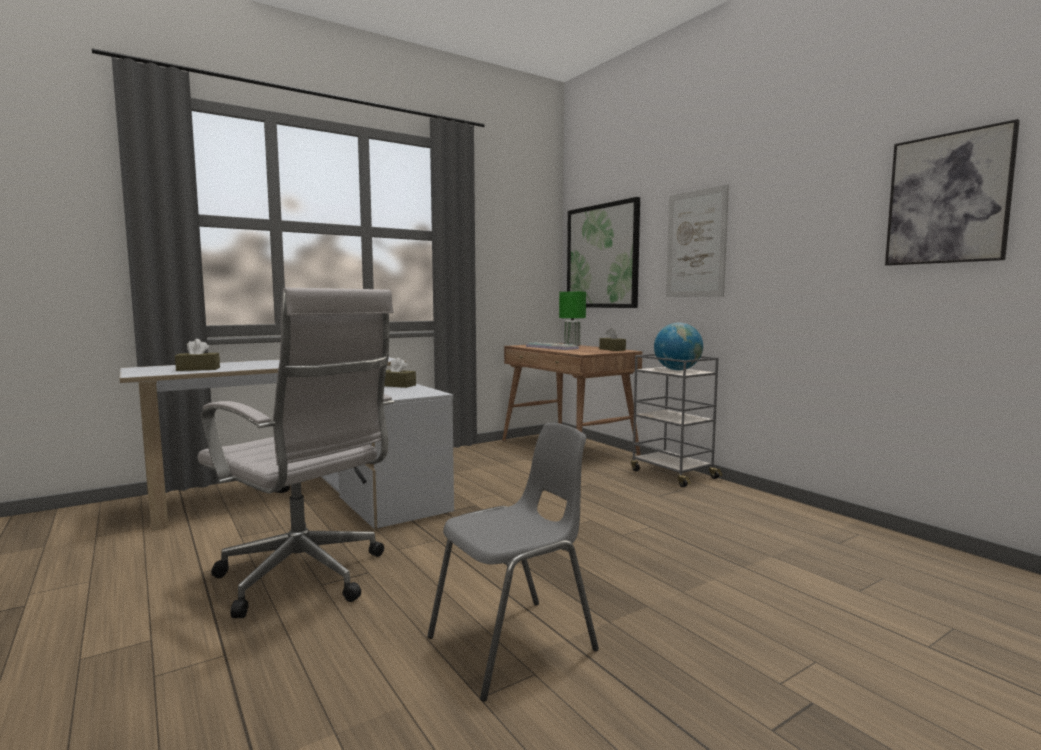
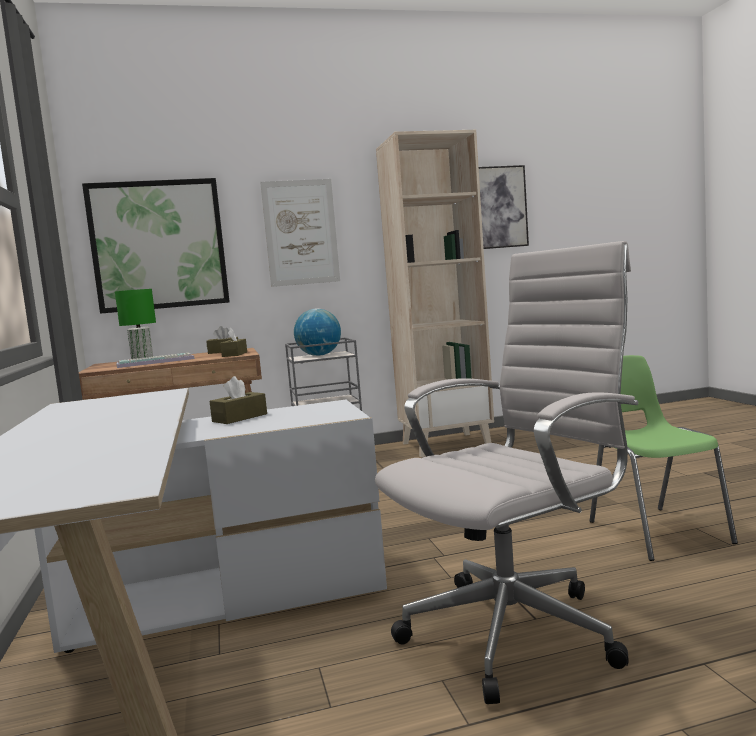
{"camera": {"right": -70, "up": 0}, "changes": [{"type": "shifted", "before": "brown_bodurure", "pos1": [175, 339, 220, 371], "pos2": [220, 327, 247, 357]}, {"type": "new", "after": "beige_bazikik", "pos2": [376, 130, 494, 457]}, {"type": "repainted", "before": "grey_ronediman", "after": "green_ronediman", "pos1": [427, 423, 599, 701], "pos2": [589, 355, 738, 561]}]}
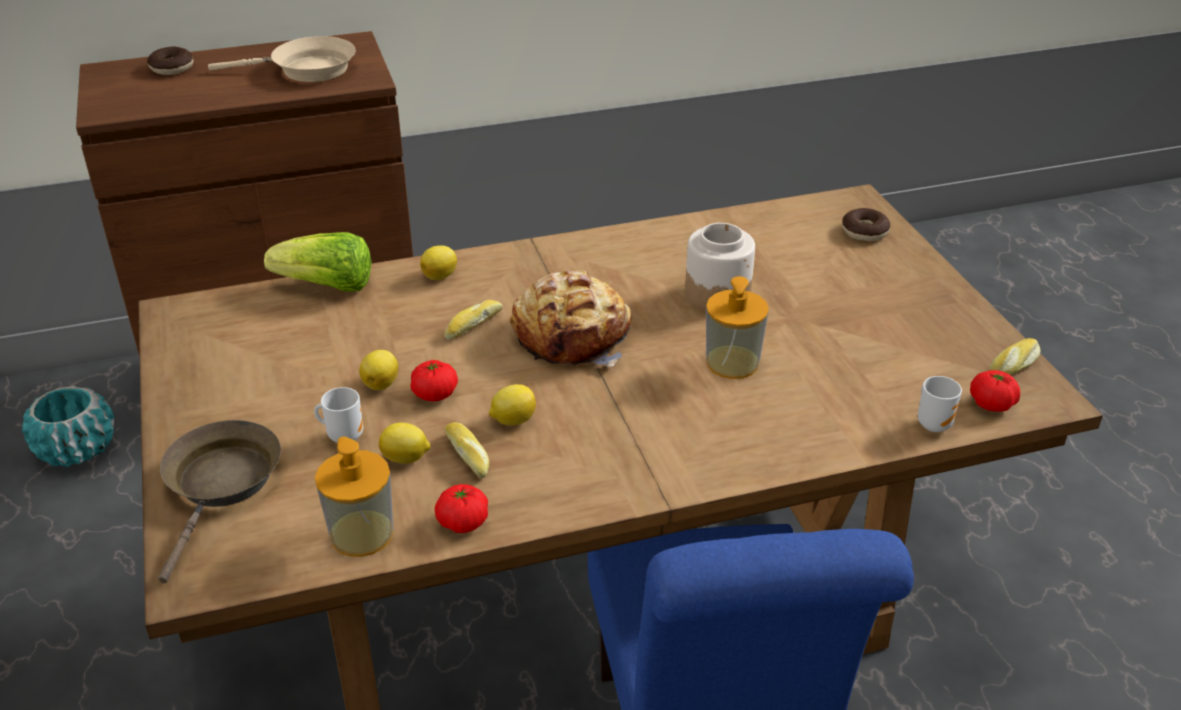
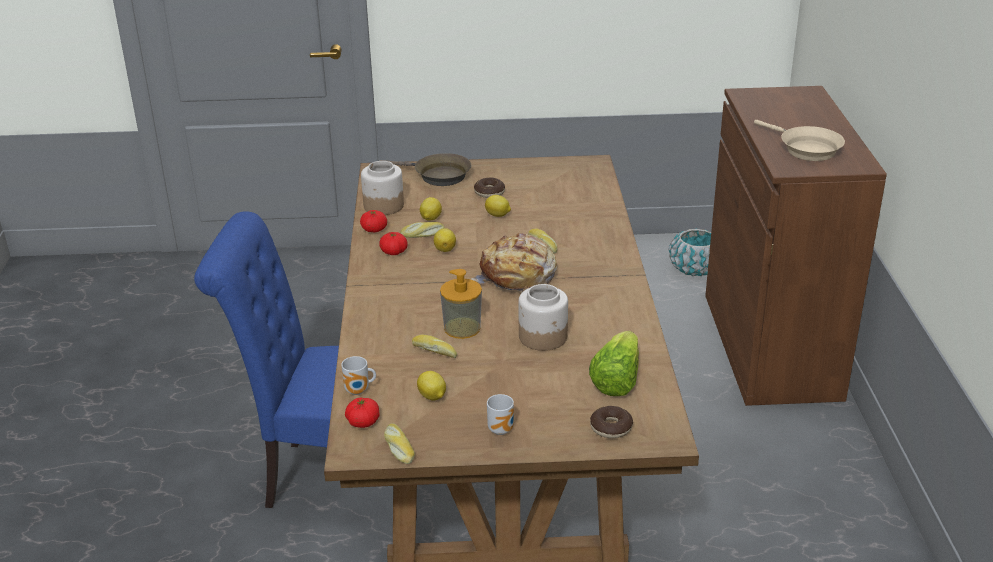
{"camera": {"right": 105, "up": -5}, "changes": [{"type": "swapped", "before": "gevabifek", "after": "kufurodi", "pos1": [315, 437, 394, 557], "pos2": [361, 161, 404, 215]}, {"type": "shifted", "before": "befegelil", "pos1": [411, 360, 458, 402], "pos2": [379, 232, 407, 255]}, {"type": "new", "after": "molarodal", "pos2": [412, 334, 457, 358]}, {"type": "shifted", "before": "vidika", "pos1": [420, 245, 457, 280], "pos2": [417, 371, 446, 400]}, {"type": "shifted", "before": "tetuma", "pos1": [147, 47, 193, 75], "pos2": [474, 178, 505, 198]}, {"type": "shifted", "before": "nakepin", "pos1": [314, 387, 363, 443], "pos2": [487, 394, 514, 435]}, {"type": "shifted", "before": "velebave", "pos1": [264, 232, 372, 292], "pos2": [589, 331, 639, 396]}, {"type": "rotated", "before": "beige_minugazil", "pos1": [208, 36, 355, 82], "pos2": [754, 120, 845, 161], "turn": -45}]}
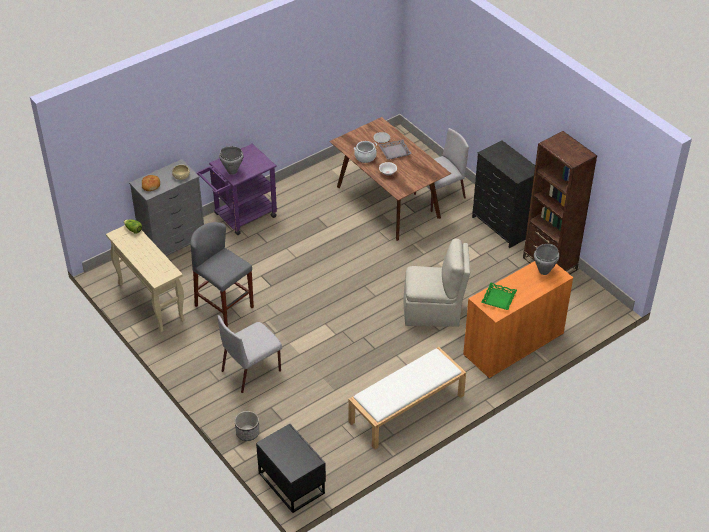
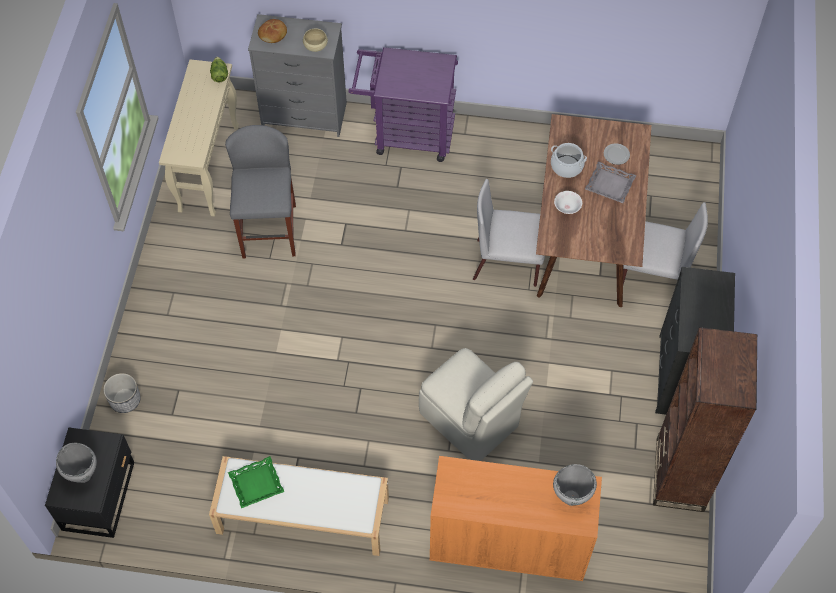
{"camera": {"right": 45, "up": 15}, "changes": [{"type": "shifted", "before": "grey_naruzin", "pos1": [219, 146, 244, 175], "pos2": [56, 443, 97, 483]}, {"type": "shifted", "before": "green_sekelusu", "pos1": [481, 282, 517, 310], "pos2": [228, 456, 284, 508]}, {"type": "shifted", "before": "grey_ronediman", "pos1": [218, 315, 282, 393], "pos2": [473, 179, 545, 287]}]}
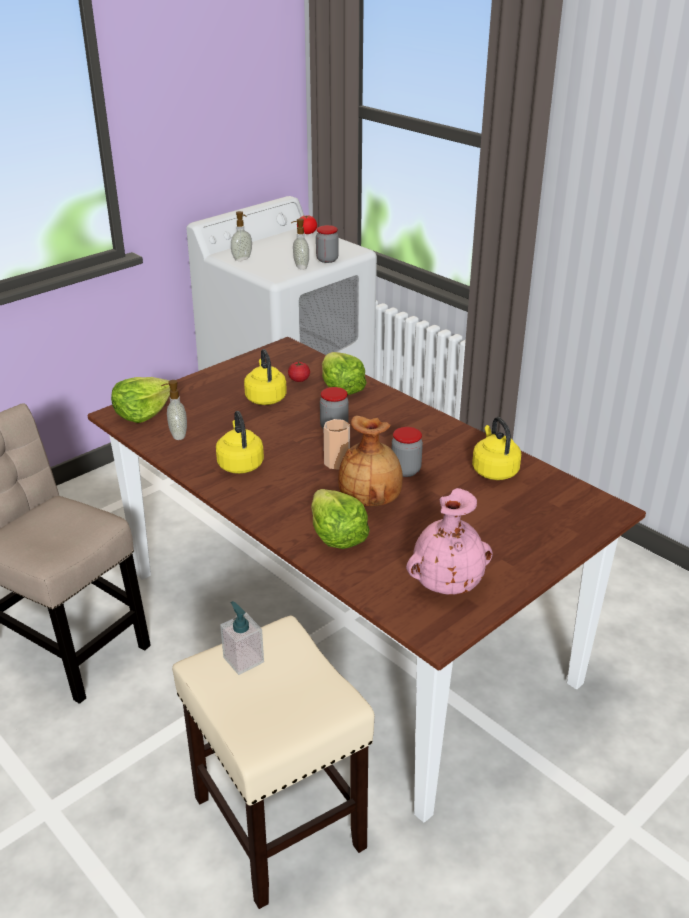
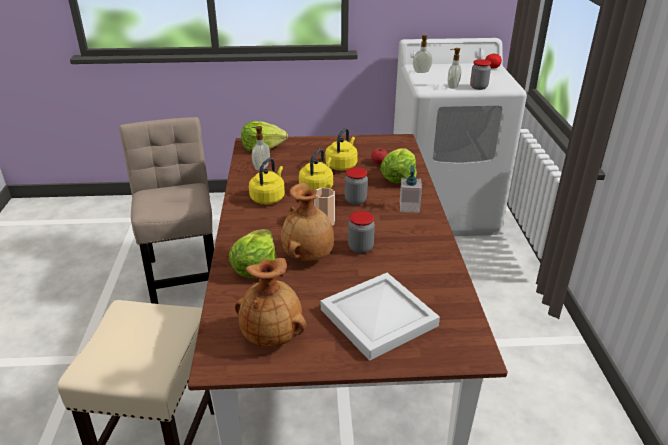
{"camera": {"right": 40, "up": 0}, "changes": [{"type": "repainted", "before": "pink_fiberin", "after": "brown_fiberin", "pos1": [406, 488, 493, 595], "pos2": [235, 258, 307, 347]}, {"type": "shifted", "before": "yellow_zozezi", "pos1": [472, 417, 521, 480], "pos2": [299, 149, 333, 190]}, {"type": "new", "after": "white_sekelusu", "pos2": [321, 273, 440, 361]}, {"type": "shifted", "before": "gevabifek", "pos1": [220, 601, 264, 675], "pos2": [400, 165, 422, 213]}]}
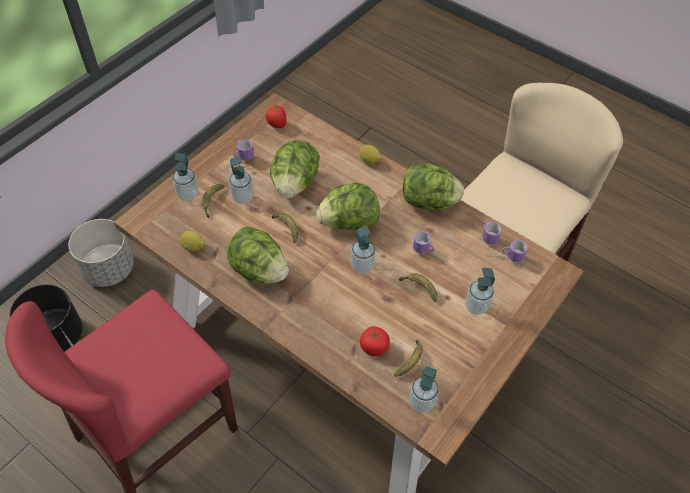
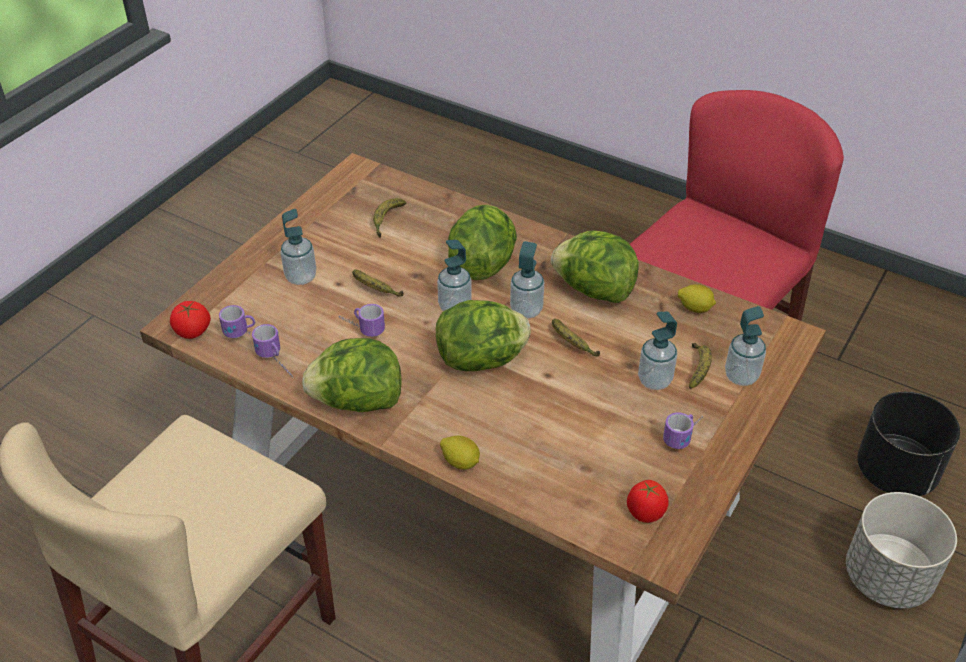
{"camera": {"right": 175, "up": -10}, "changes": [{"type": "shifted", "before": "befegelil", "pos1": [360, 326, 390, 356], "pos2": [170, 301, 211, 339]}, {"type": "shifted", "before": "velebave", "pos1": [270, 140, 320, 198], "pos2": [448, 204, 517, 280]}, {"type": "shifted", "before": "gevabifek", "pos1": [409, 366, 439, 413], "pos2": [510, 241, 544, 319]}]}
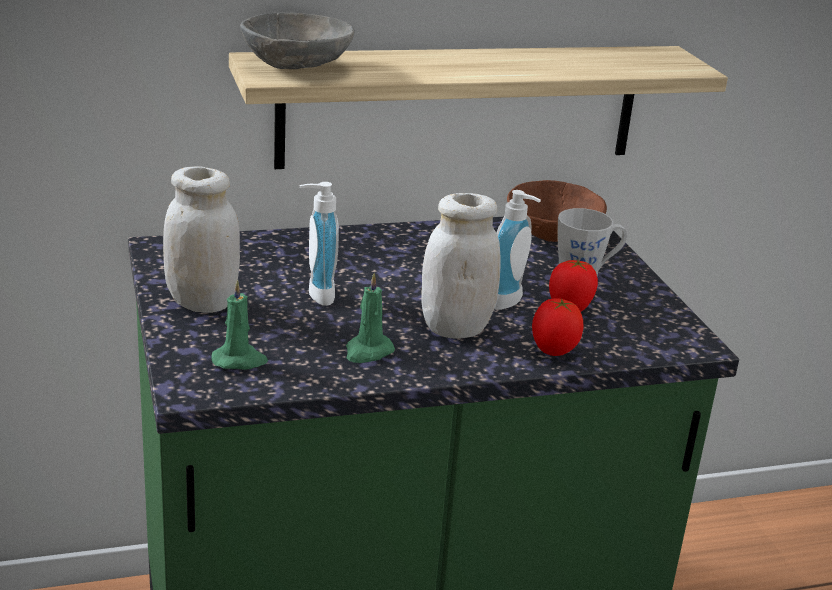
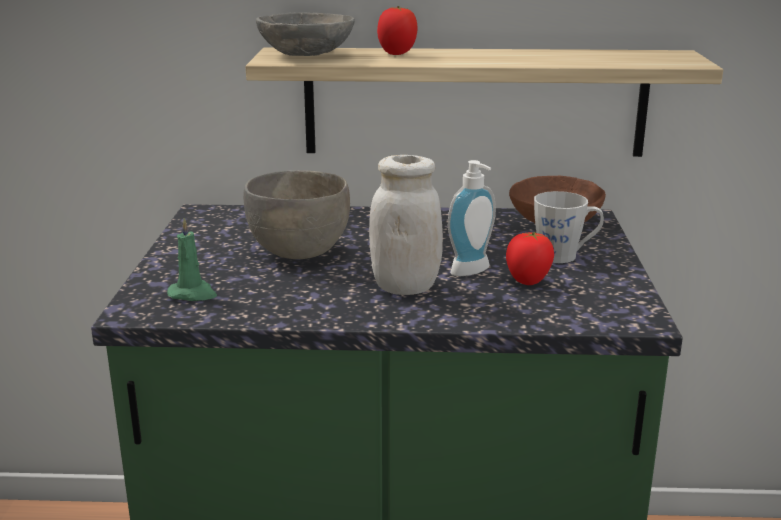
{"camera": {"right": 20, "up": -5}, "changes": [{"type": "swapped", "before": "gevabifek", "after": "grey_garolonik", "pos1": [300, 182, 339, 306], "pos2": [243, 170, 350, 259]}, {"type": "shifted", "before": "befegelil", "pos1": [532, 298, 583, 356], "pos2": [377, 6, 418, 55]}, {"type": "gone", "before": "white_kufurodi", "pos1": [163, 166, 240, 313]}, {"type": "gone", "before": "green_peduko", "pos1": [346, 273, 395, 363]}]}
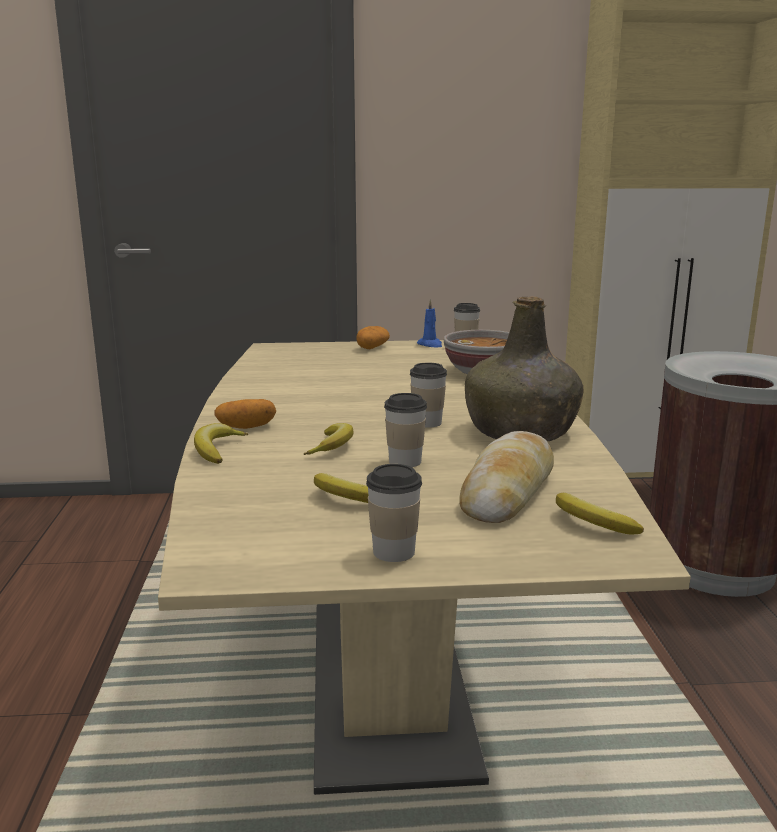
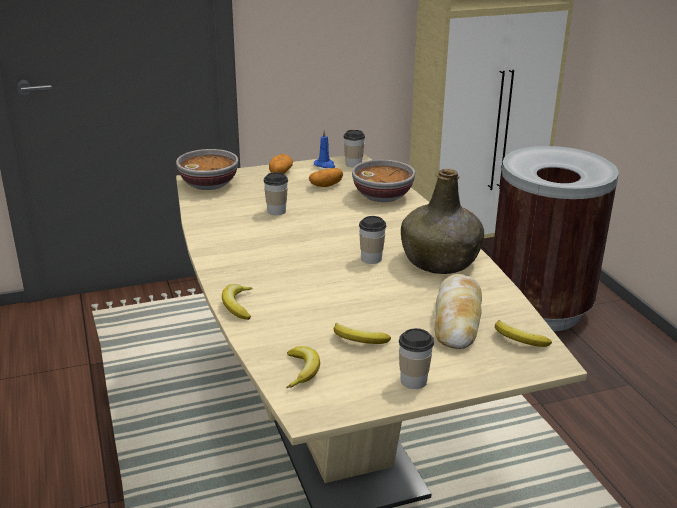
{"camera": {"right": -15, "up": 10}, "changes": [{"type": "new", "after": "garolonik", "pos2": [176, 149, 238, 190]}, {"type": "shifted", "before": "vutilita", "pos1": [384, 393, 427, 467], "pos2": [264, 172, 288, 215]}, {"type": "shifted", "before": "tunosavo", "pos1": [304, 423, 354, 455], "pos2": [287, 346, 320, 388]}, {"type": "shifted", "before": "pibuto", "pos1": [214, 399, 276, 429], "pos2": [309, 168, 343, 187]}]}
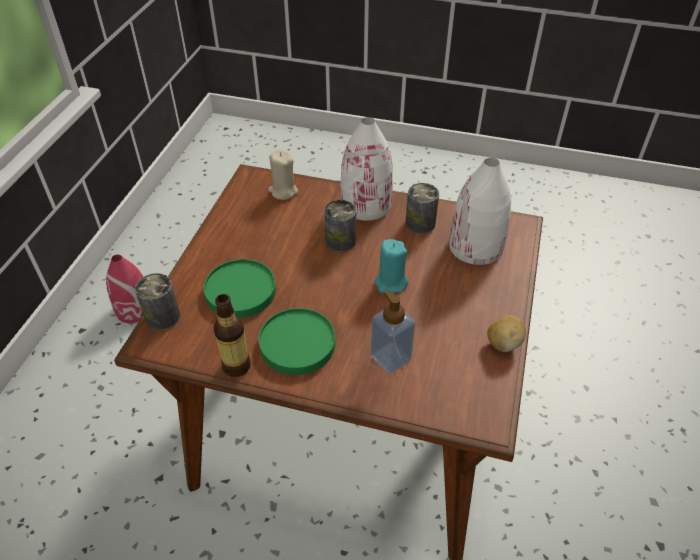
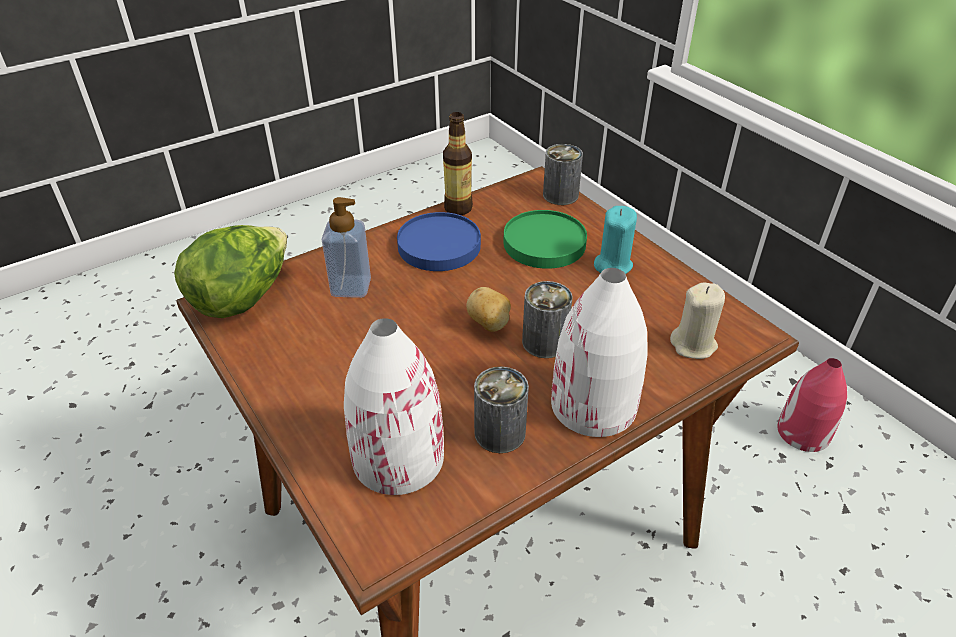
{"camera": {"right": 130, "up": -5}, "changes": [{"type": "new", "after": "velebave", "pos2": [174, 225, 287, 318]}, {"type": "repainted", "before": "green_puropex", "after": "blue_puropex", "pos1": [259, 308, 335, 375], "pos2": [397, 212, 481, 271]}, {"type": "shifted", "before": "pibuto", "pos1": [487, 315, 526, 352], "pos2": [467, 287, 511, 332]}, {"type": "shifted", "before": "turquoise_peduko", "pos1": [374, 239, 408, 293], "pos2": [594, 206, 637, 274]}]}
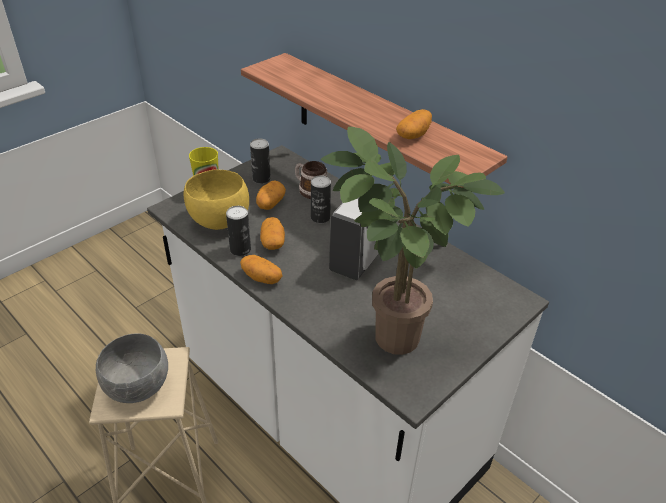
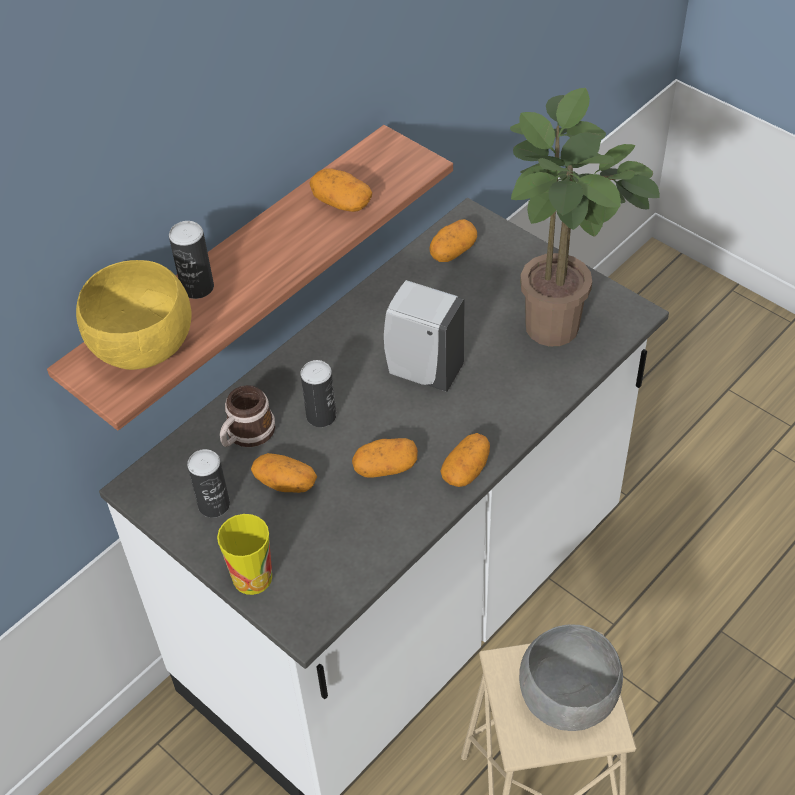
{"camera": {"right": -90, "up": 10}, "changes": [{"type": "shifted", "before": "yellow_garolonik", "pos1": [184, 169, 249, 230], "pos2": [76, 260, 192, 370]}, {"type": "shifted", "before": "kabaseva", "pos1": [226, 206, 251, 256], "pos2": [169, 221, 214, 299]}, {"type": "new", "after": "pibuto", "pos2": [429, 219, 477, 262]}]}
